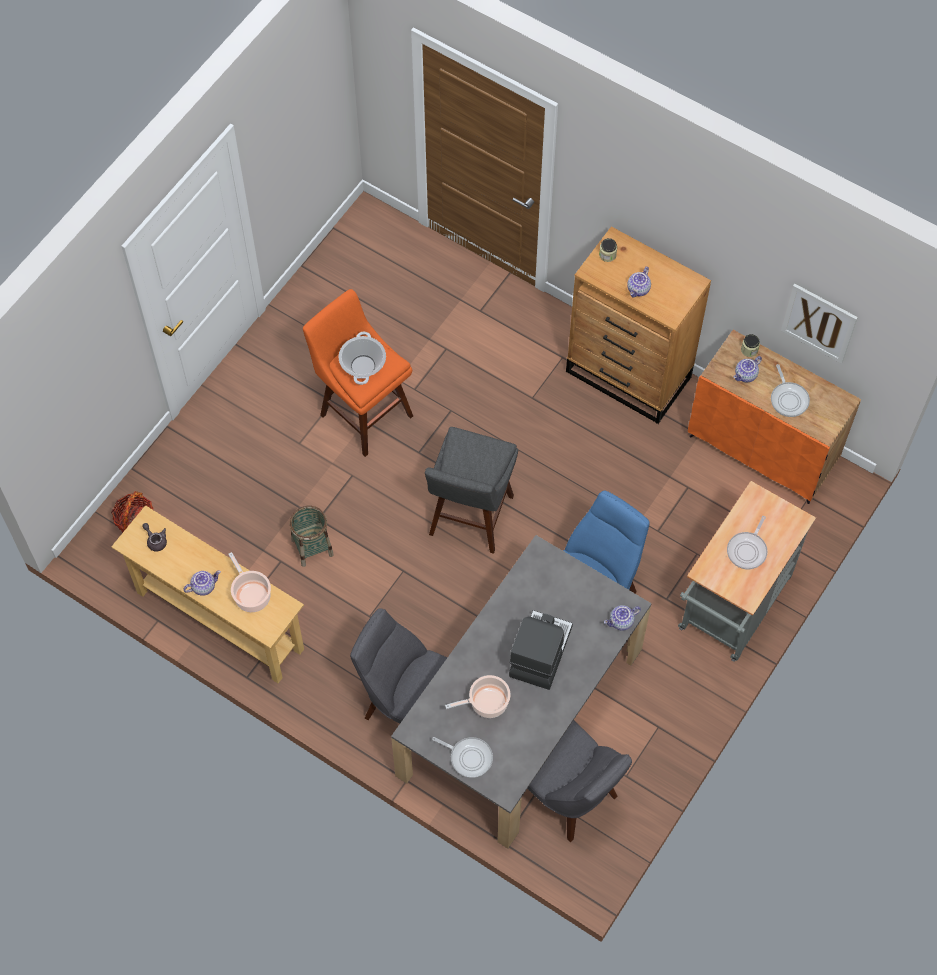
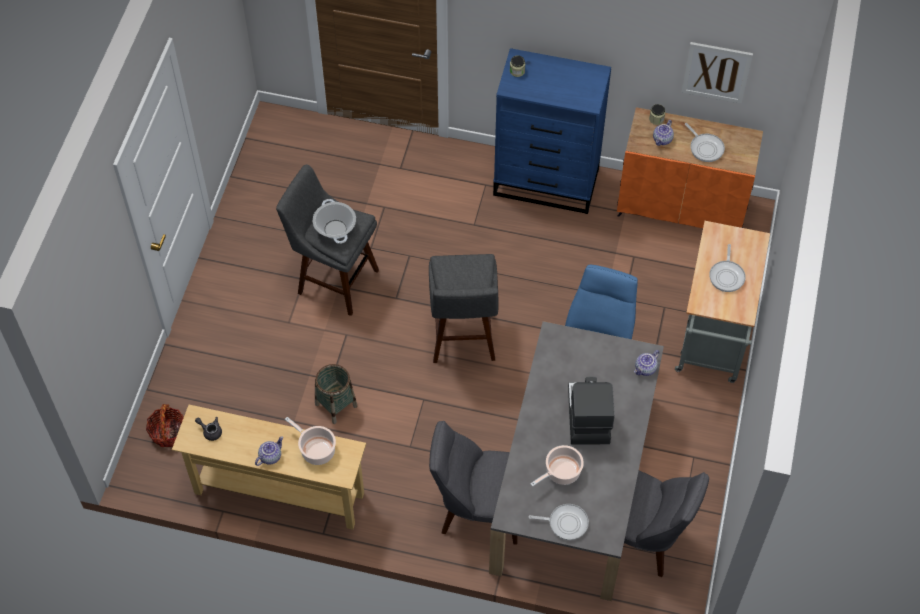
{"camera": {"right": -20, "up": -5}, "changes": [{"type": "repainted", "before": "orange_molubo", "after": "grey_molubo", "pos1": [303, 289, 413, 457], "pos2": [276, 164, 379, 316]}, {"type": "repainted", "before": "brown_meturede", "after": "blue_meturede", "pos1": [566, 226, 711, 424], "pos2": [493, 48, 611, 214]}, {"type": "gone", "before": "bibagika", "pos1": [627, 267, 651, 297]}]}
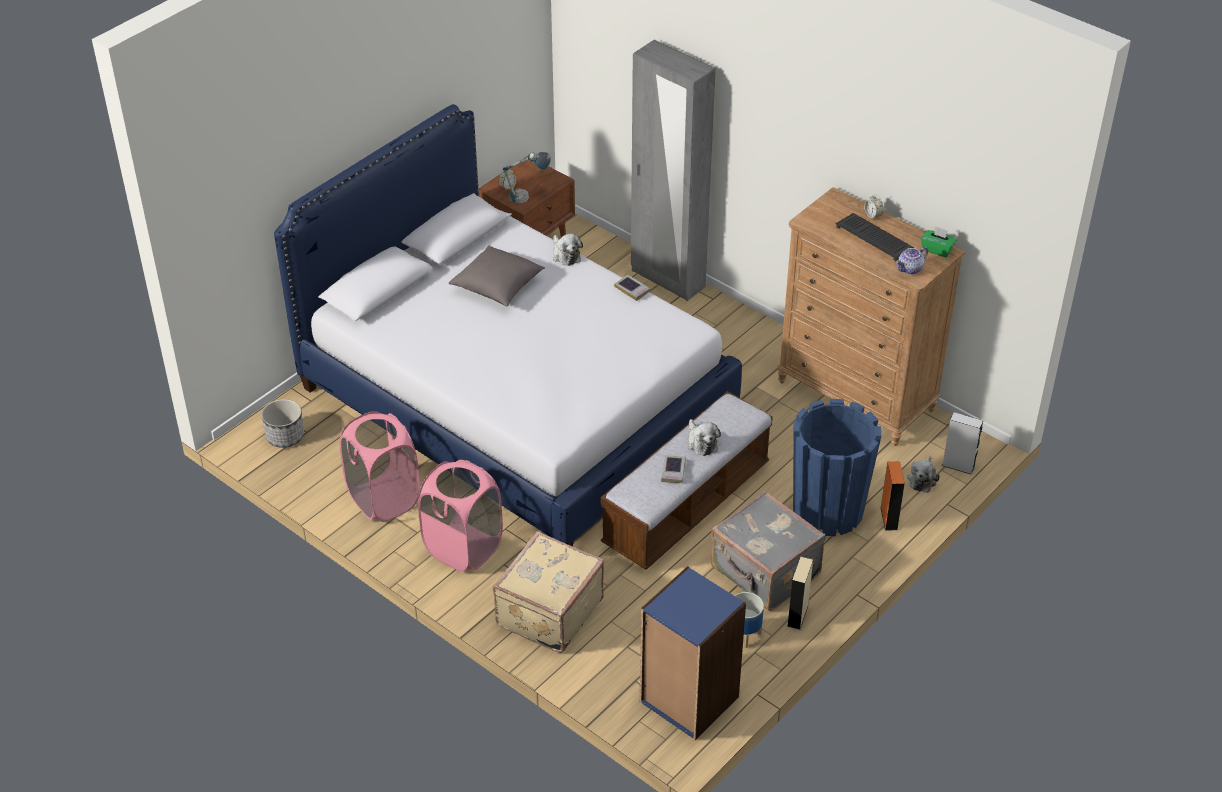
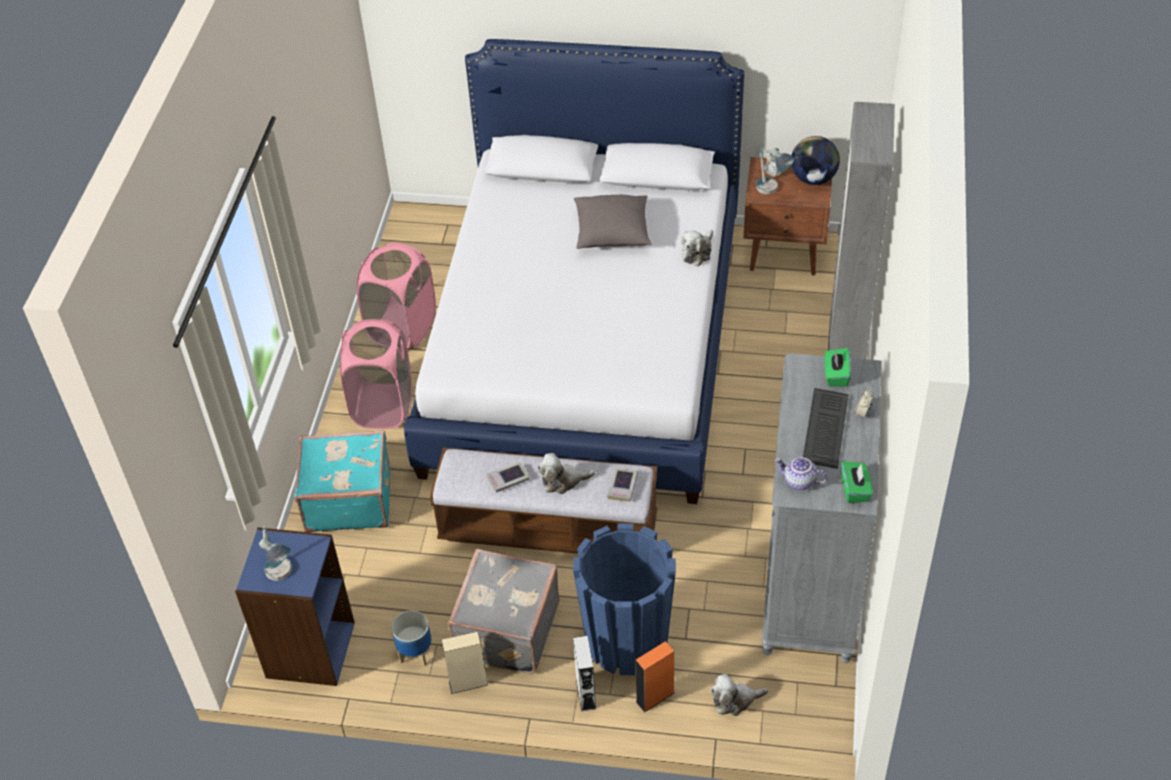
{"camera": {"right": 60, "up": 5}, "changes": [{"type": "new", "after": "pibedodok", "pos2": [259, 526, 292, 581]}, {"type": "repainted", "before": "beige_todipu", "after": "turquoise_todipu", "pos1": [493, 531, 604, 653], "pos2": [294, 430, 390, 532]}, {"type": "rotated", "before": "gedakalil", "pos1": [688, 419, 721, 456], "pos2": [538, 453, 595, 494], "turn": 45}, {"type": "shifted", "before": "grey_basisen", "pos1": [942, 412, 983, 475], "pos2": [573, 636, 596, 711]}, {"type": "shifted", "before": "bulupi", "pos1": [614, 275, 650, 301], "pos2": [607, 468, 638, 502]}, {"type": "repainted", "before": "brown_meturede", "after": "grey_meturede", "pos1": [778, 187, 966, 446], "pos2": [762, 353, 882, 663]}, {"type": "new", "after": "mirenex", "pos2": [791, 136, 840, 185]}, {"type": "new", "after": "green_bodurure", "pos2": [825, 348, 851, 387]}, {"type": "gone", "before": "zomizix", "pos1": [261, 399, 304, 448]}]}
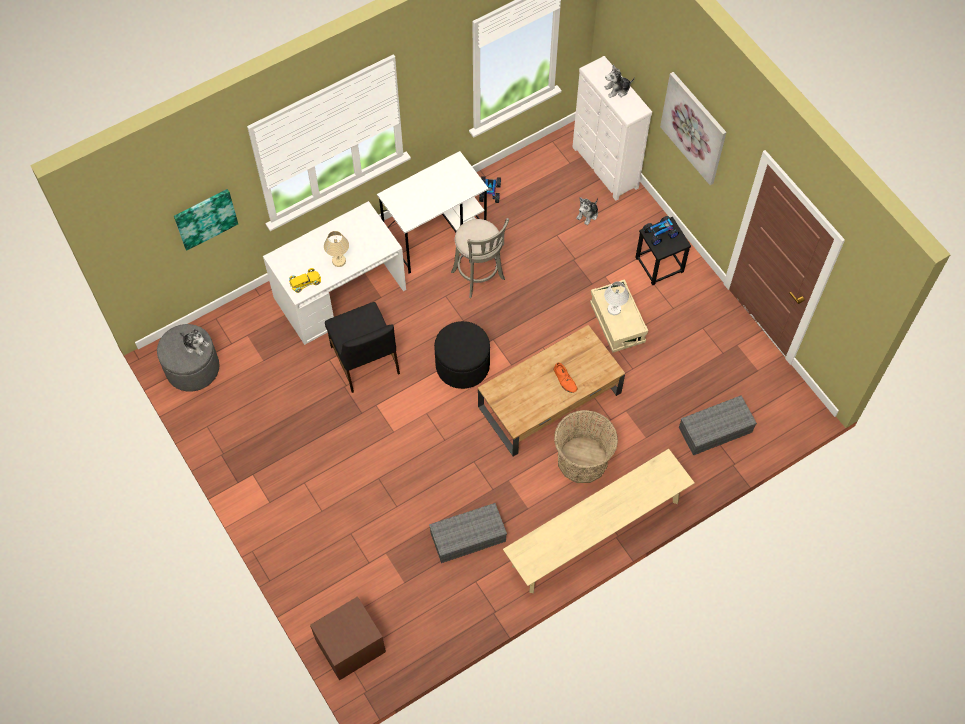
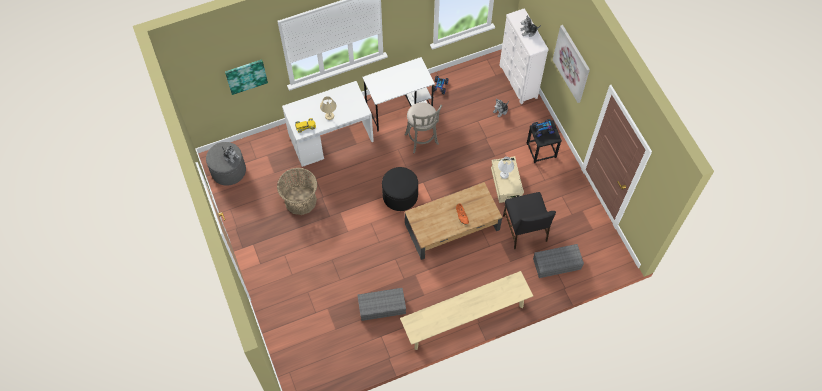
{"camera": {"right": 10, "up": 0}, "changes": [{"type": "shifted", "before": "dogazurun", "pos1": [554, 410, 618, 483], "pos2": [277, 168, 317, 215]}, {"type": "shifted", "before": "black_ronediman", "pos1": [325, 302, 400, 393], "pos2": [503, 192, 556, 249]}, {"type": "gone", "before": "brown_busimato", "pos1": [310, 596, 386, 681]}]}
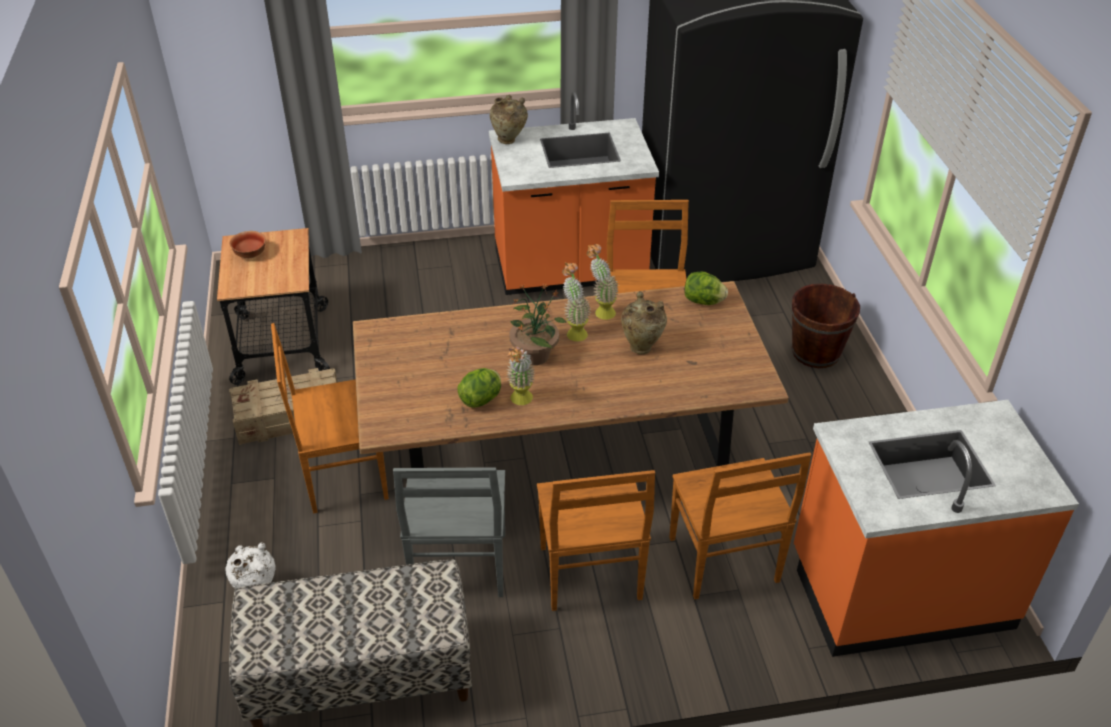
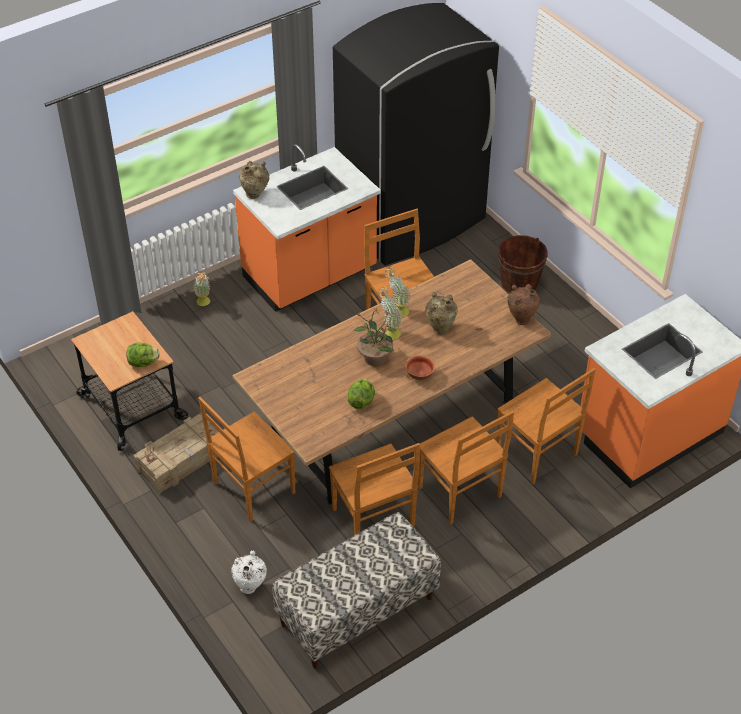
{"camera": {"right": -25, "up": 5}, "changes": [{"type": "shifted", "before": "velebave", "pos1": [684, 271, 728, 305], "pos2": [126, 342, 160, 367]}, {"type": "shifted", "before": "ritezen", "pos1": [507, 345, 535, 405], "pos2": [193, 271, 211, 306]}, {"type": "repainted", "before": "grey_ronediman", "after": "brown_ronediman", "pos1": [393, 467, 505, 597], "pos2": [329, 443, 420, 535]}, {"type": "shifted", "before": "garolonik", "pos1": [230, 231, 266, 258], "pos2": [405, 355, 435, 380]}, {"type": "new", "after": "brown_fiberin", "pos2": [507, 284, 540, 325]}]}
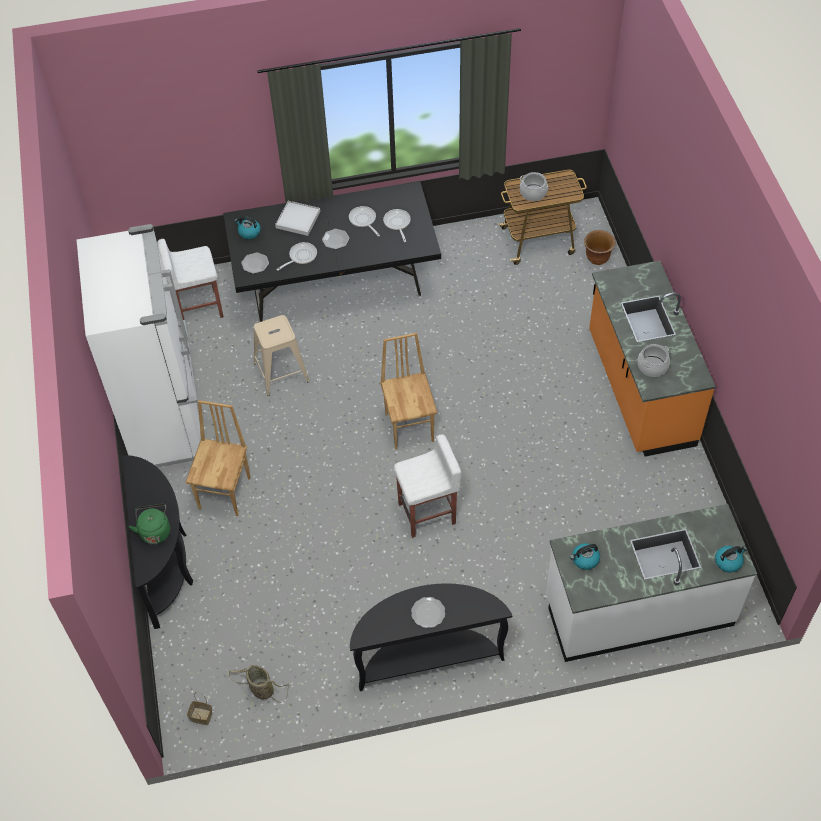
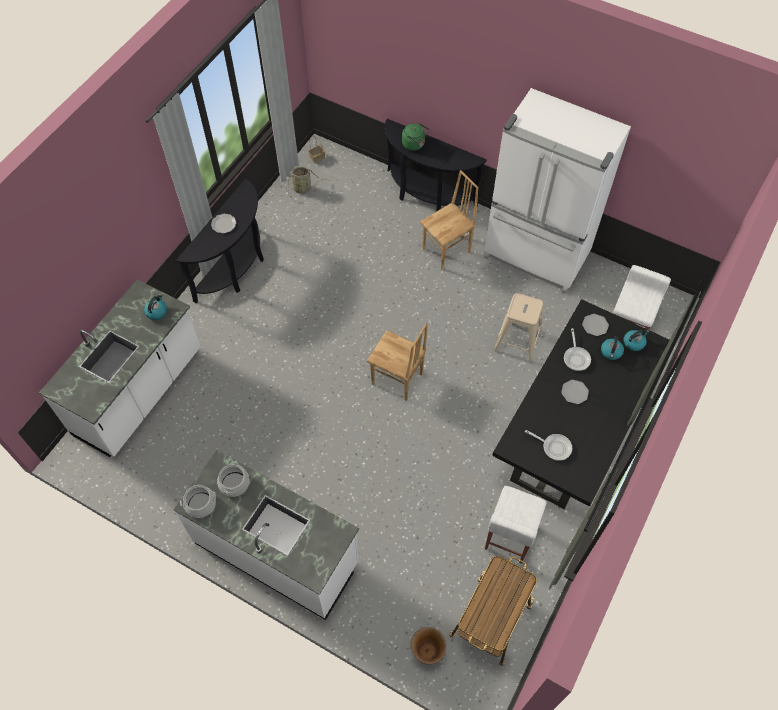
{"camera": {"right": 130, "up": 5}, "changes": [{"type": "repainted", "before": "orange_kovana", "after": "white_kovana", "pos1": [589, 260, 716, 457], "pos2": [174, 450, 359, 620]}, {"type": "shifted", "before": "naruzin", "pos1": [520, 172, 549, 201], "pos2": [180, 485, 216, 518]}, {"type": "rotated", "before": "brown_ronediman", "pos1": [186, 400, 251, 516], "pos2": [420, 170, 479, 269], "turn": -90}, {"type": "shifted", "before": "white_molubo", "pos1": [394, 434, 461, 538], "pos2": [485, 486, 546, 564]}, {"type": "shifted", "before": "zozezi", "pos1": [715, 546, 747, 572], "pos2": [601, 336, 624, 360]}, {"type": "gone", "before": "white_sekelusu", "pos1": [275, 201, 320, 236]}, {"type": "gone", "before": "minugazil", "pos1": [349, 206, 380, 236]}]}
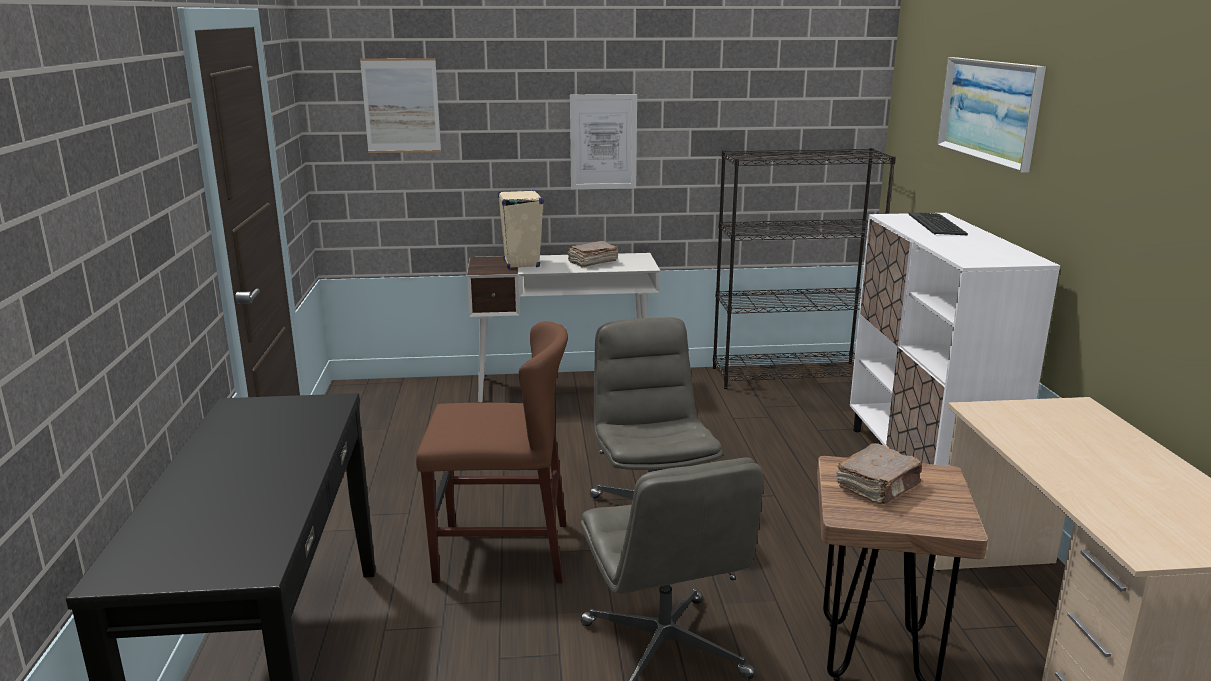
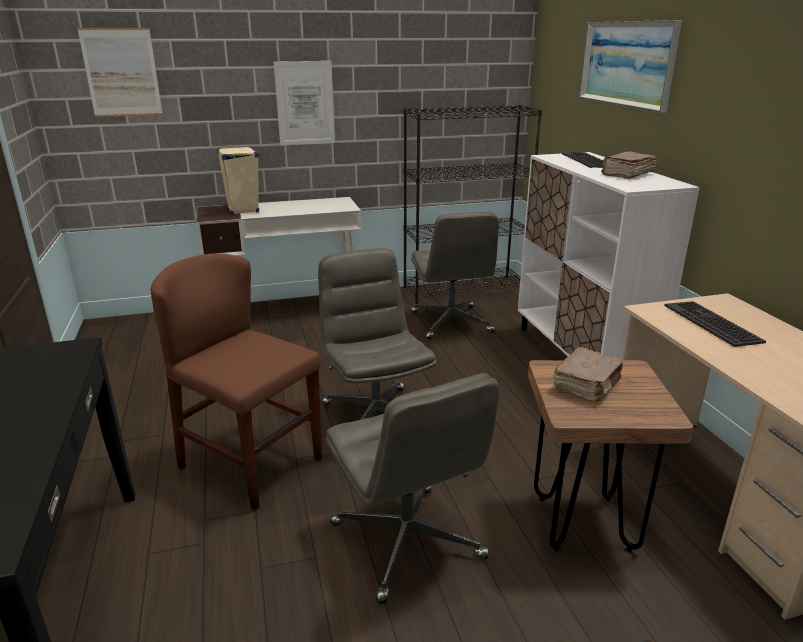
{"camera": {"right": -10, "up": 5}, "changes": [{"type": "rotated", "before": "brown_ronediman", "pos1": [416, 321, 568, 583], "pos2": [151, 254, 322, 510], "turn": -135}, {"type": "new", "after": "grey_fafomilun", "pos2": [410, 212, 499, 340]}, {"type": "shifted", "before": "brown_bulupi", "pos1": [568, 241, 618, 268], "pos2": [601, 151, 658, 179]}, {"type": "new", "after": "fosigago", "pos2": [664, 301, 766, 347]}]}
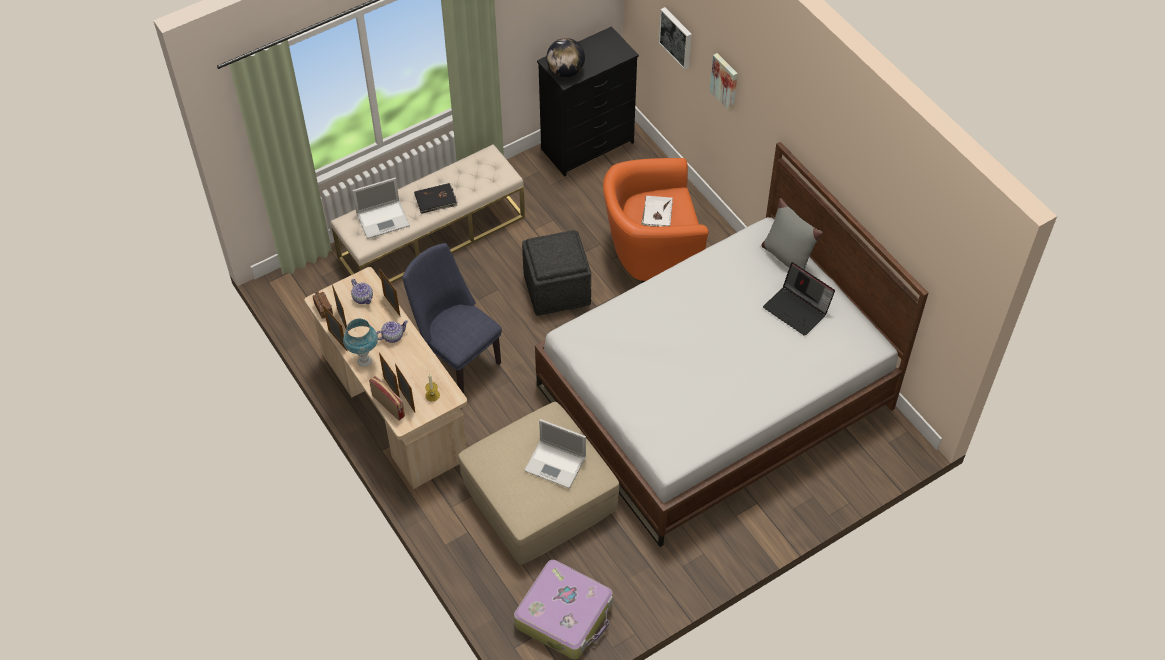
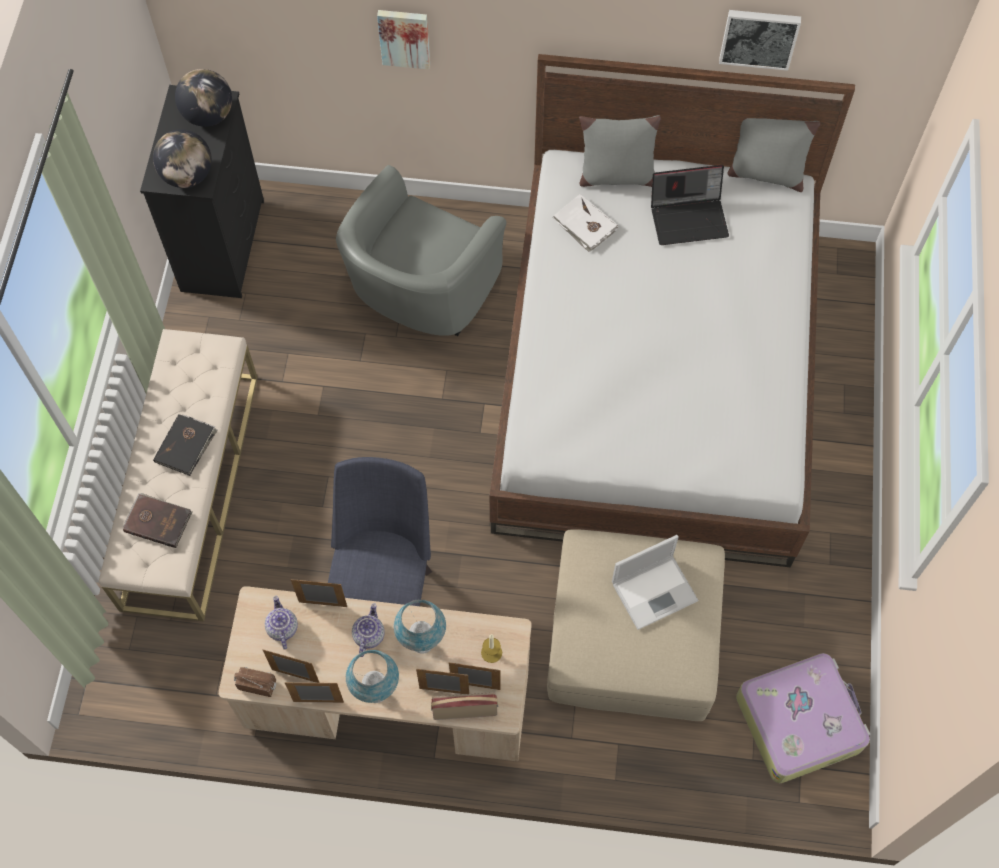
{"camera": {"right": -50, "up": 10}, "changes": [{"type": "swapped", "before": "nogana", "after": "brown_bulupi", "pos1": [352, 178, 410, 239], "pos2": [123, 493, 192, 548]}, {"type": "new", "after": "mirenex", "pos2": [175, 69, 232, 127]}, {"type": "rotated", "before": "bibagika", "pos1": [351, 279, 373, 304], "pos2": [265, 596, 298, 650], "turn": -105}, {"type": "rotated", "before": "blue_ronediman", "pos1": [402, 243, 502, 394], "pos2": [328, 457, 432, 606], "turn": 105}, {"type": "repainted", "before": "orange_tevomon", "after": "grey_tevomon", "pos1": [603, 158, 709, 283], "pos2": [336, 165, 507, 336]}, {"type": "new", "after": "blue_pibedodok", "pos2": [394, 600, 446, 654]}, {"type": "shifted", "before": "white_bulupi", "pos1": [641, 196, 673, 227], "pos2": [553, 194, 618, 252]}, {"type": "shifted", "before": "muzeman", "pos1": [659, 7, 692, 70], "pos2": [719, 10, 801, 71]}, {"type": "new", "after": "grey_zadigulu", "pos2": [727, 118, 820, 192]}, {"type": "gone", "before": "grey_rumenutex", "pos1": [522, 230, 591, 316]}]}
